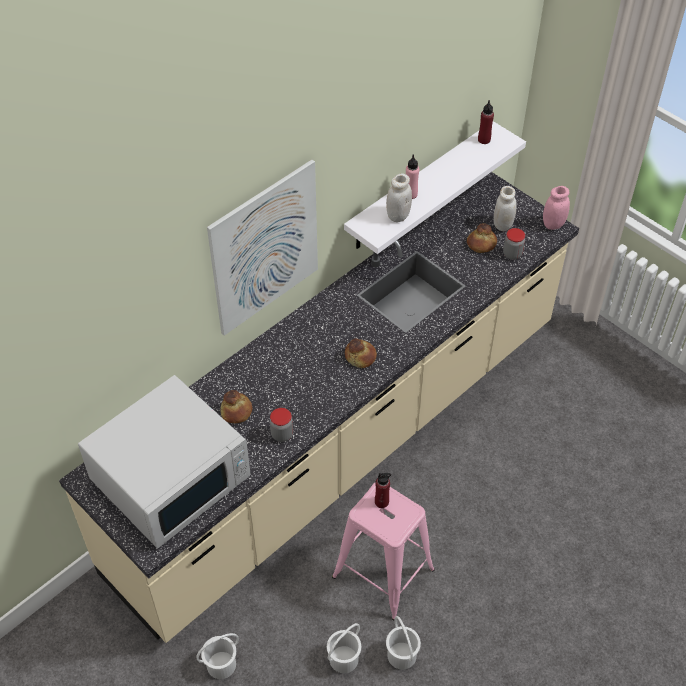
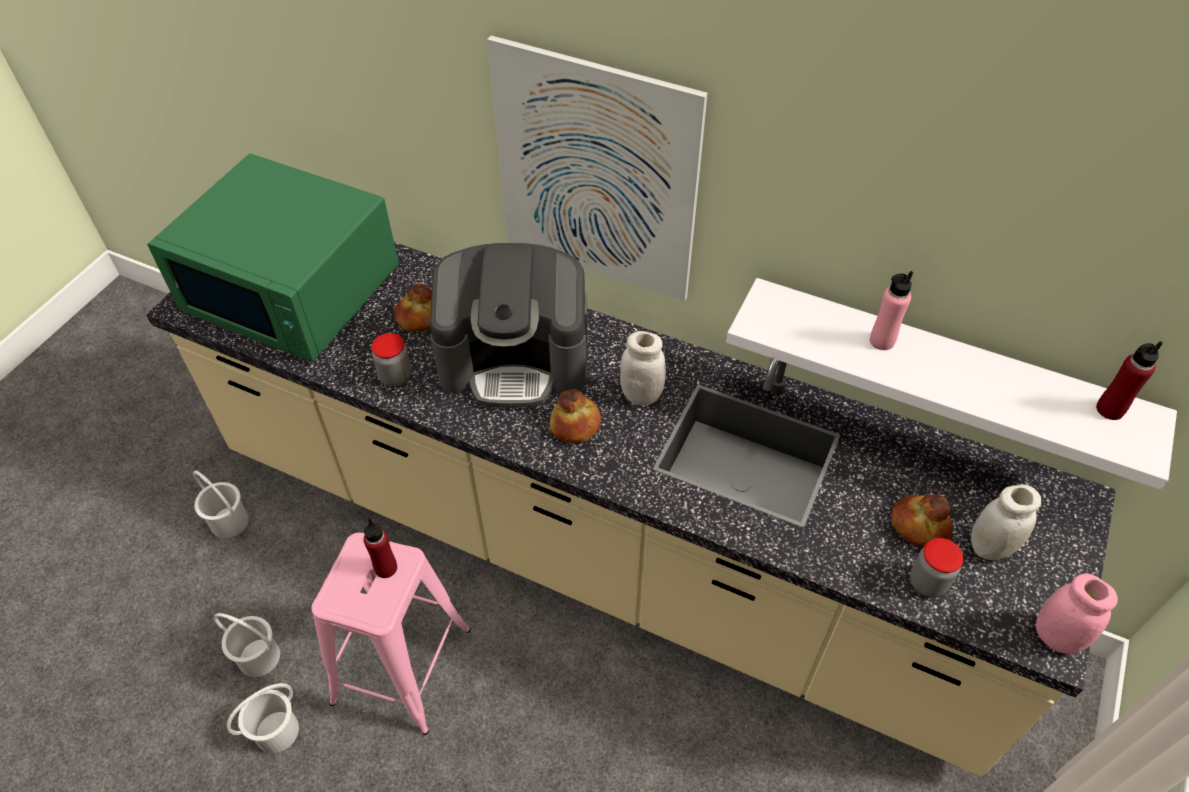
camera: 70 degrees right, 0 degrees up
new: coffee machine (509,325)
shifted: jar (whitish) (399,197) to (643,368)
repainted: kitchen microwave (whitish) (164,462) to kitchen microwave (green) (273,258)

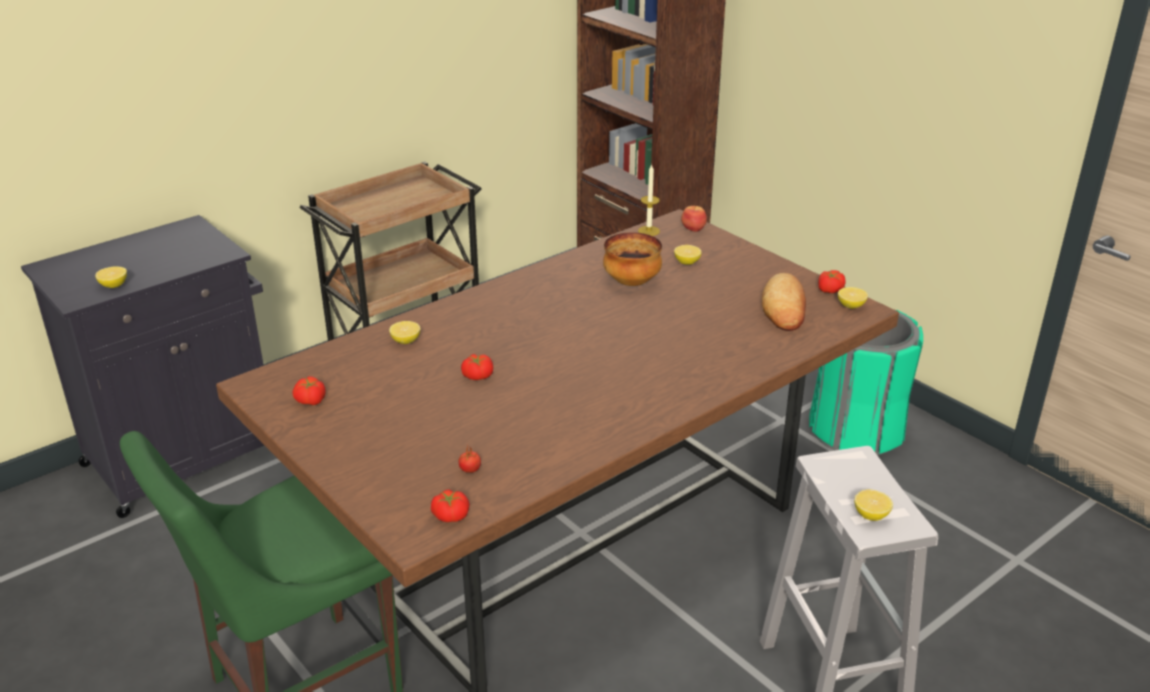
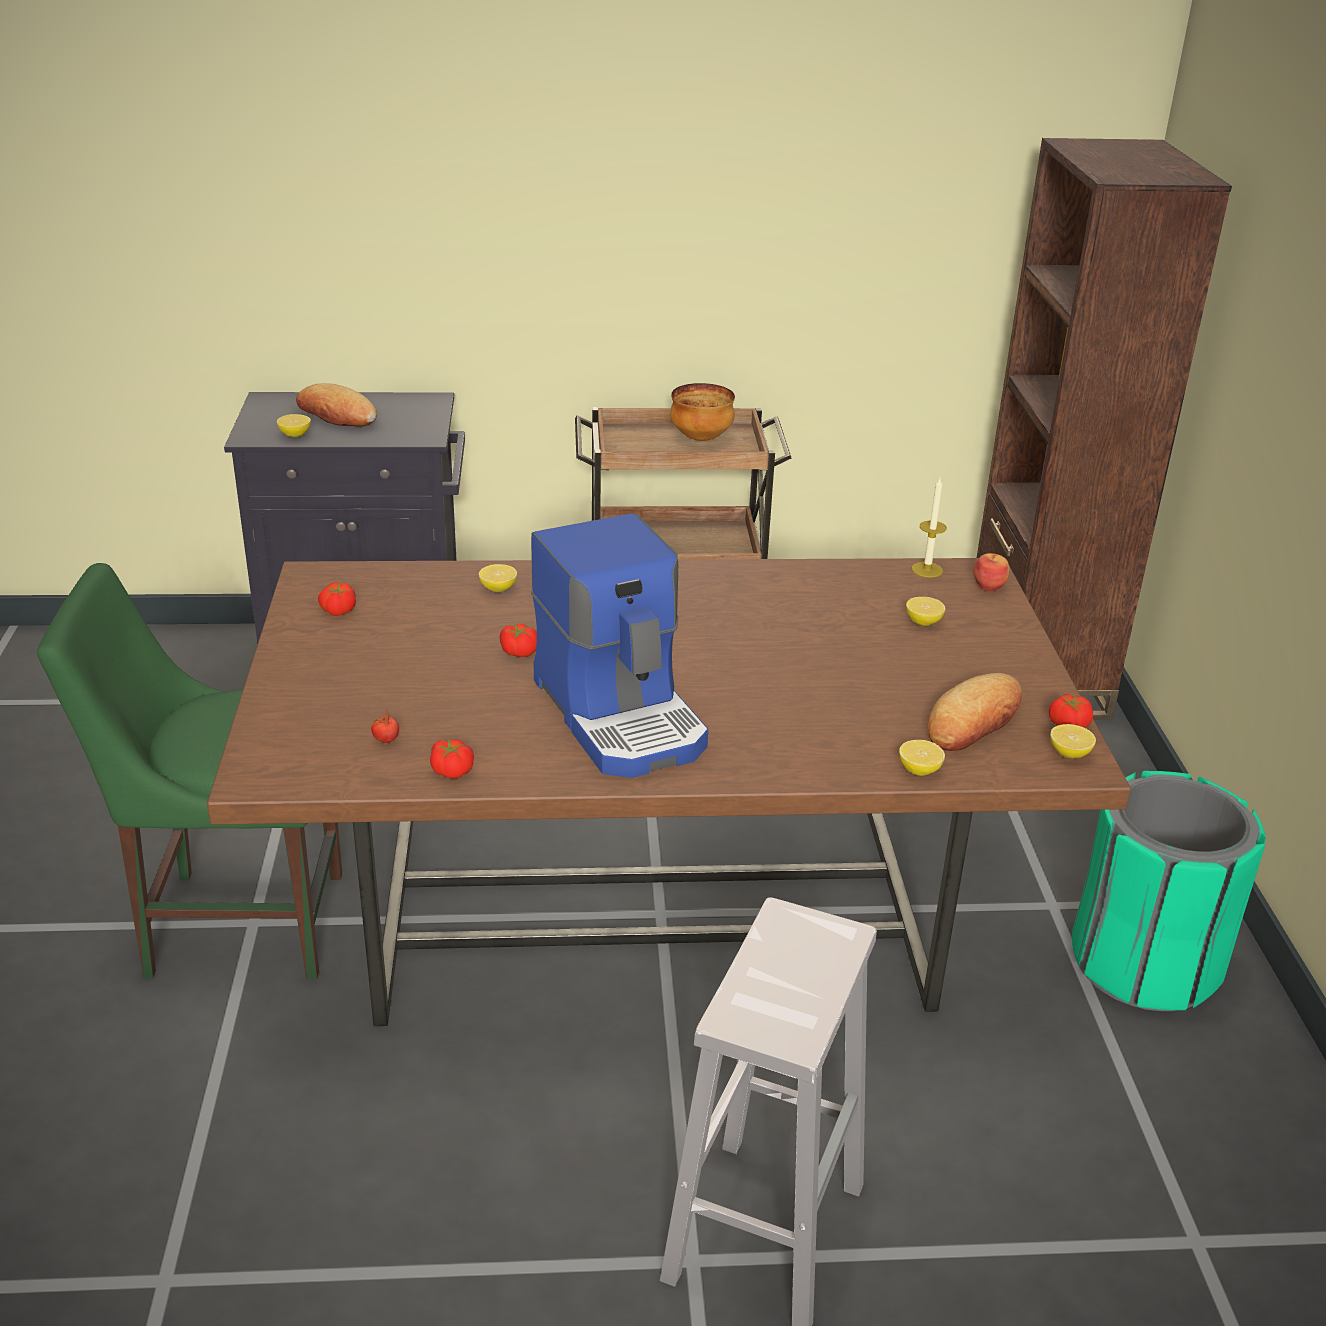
camera: 35 degrees right, 0 degrees up
new: baked bread (336,405); coffee machine (619,645)
shifted: fresh tomato (450,505) to (452,759); deep dish (632,259) to (702,412); citrus fruit (873,505) to (922,758)

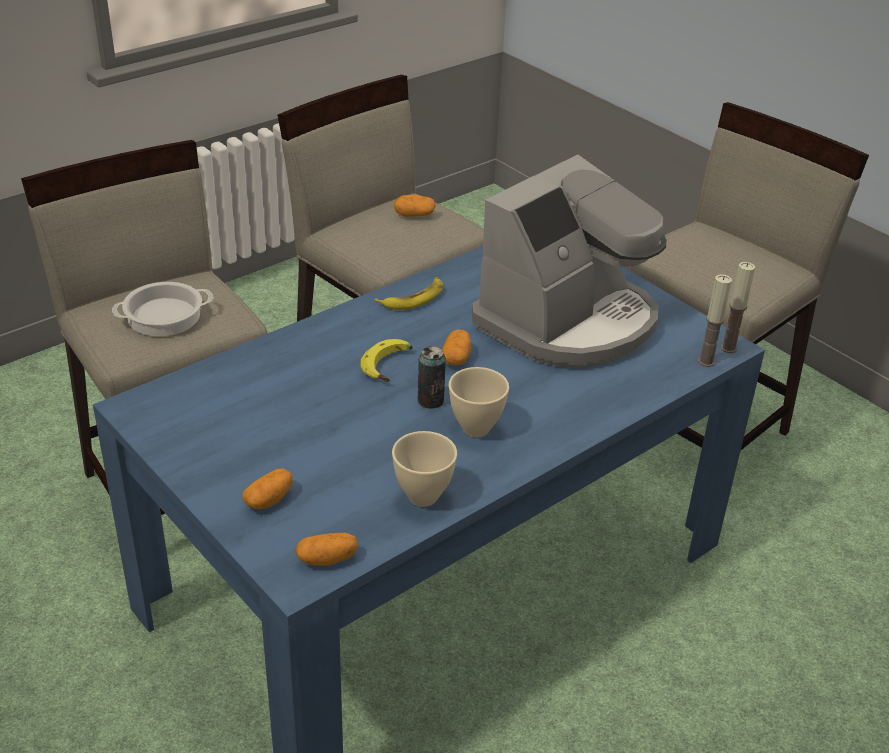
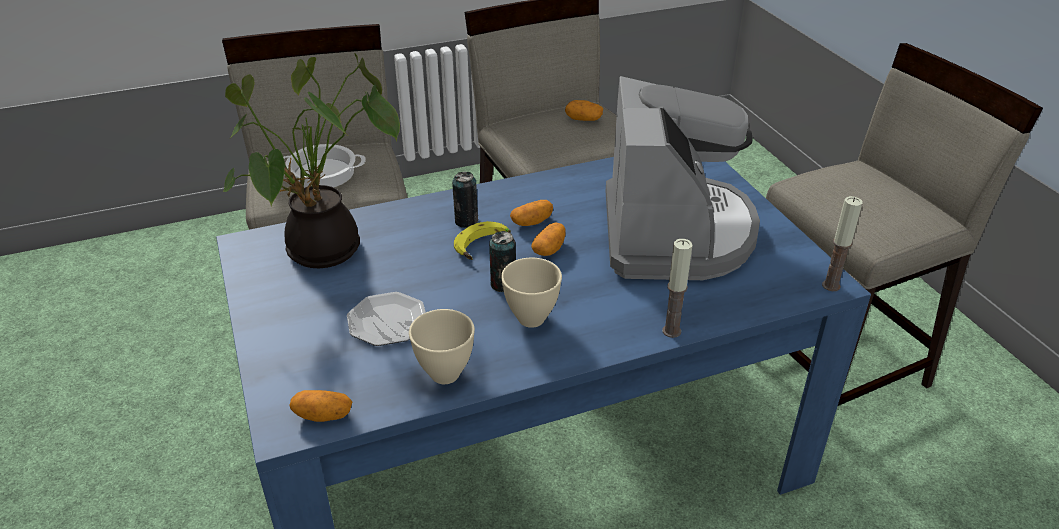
camera: 20 degrees right, 0 degrees up
gone: whole banana (409,293)
new: plant in a pot (311,160); plate (386,319); metal can (465,199)
shifted: whole potato (267,488) to (531,213); candle (715,320) to (677,288)
rotated: coffee machine (569,261) = (683,178) 60 degrees counterclockwise

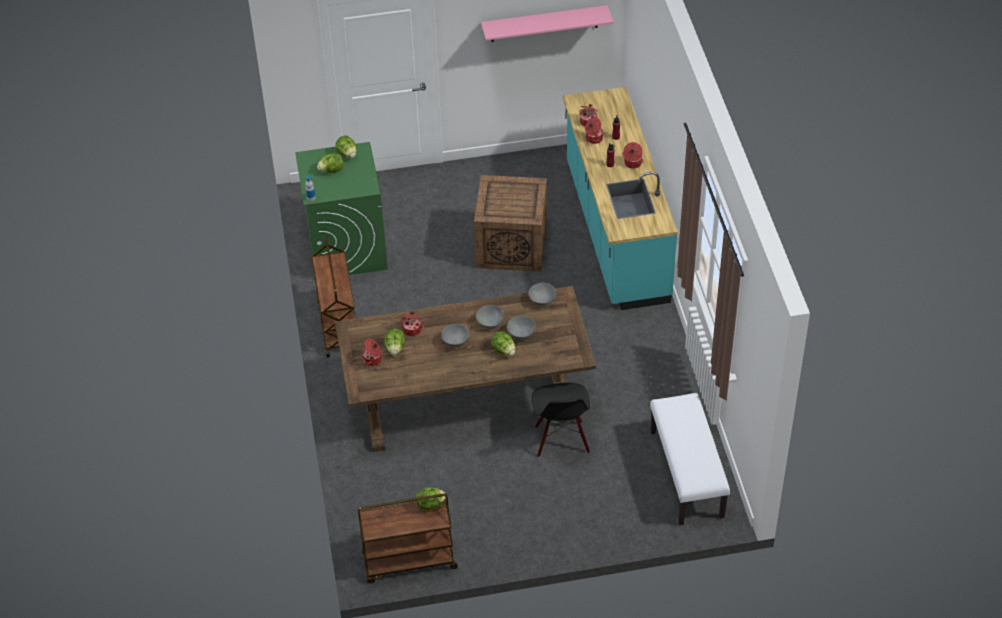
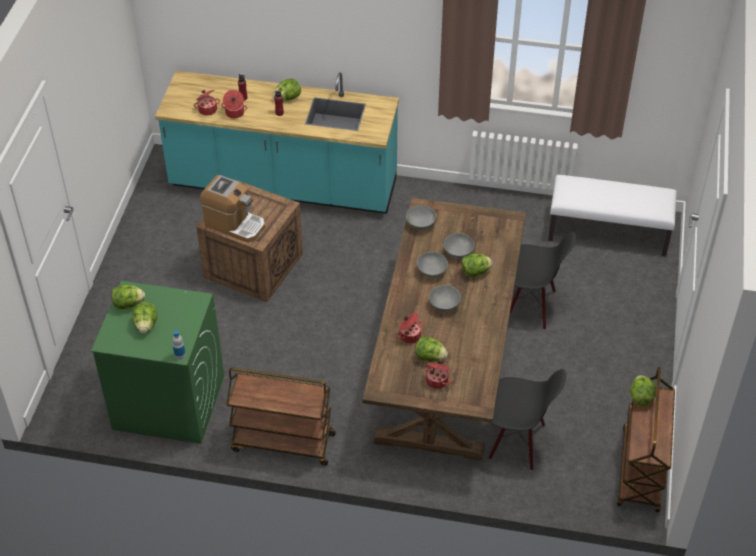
camera: 70 degrees left, 0 degrees up
gone: shelf (pink-coloured) (547,23)
new: coffee machine (232,209); plain chair (black) (527,420)
swapped: cooking pot (633,155) to lettuce (287,90)

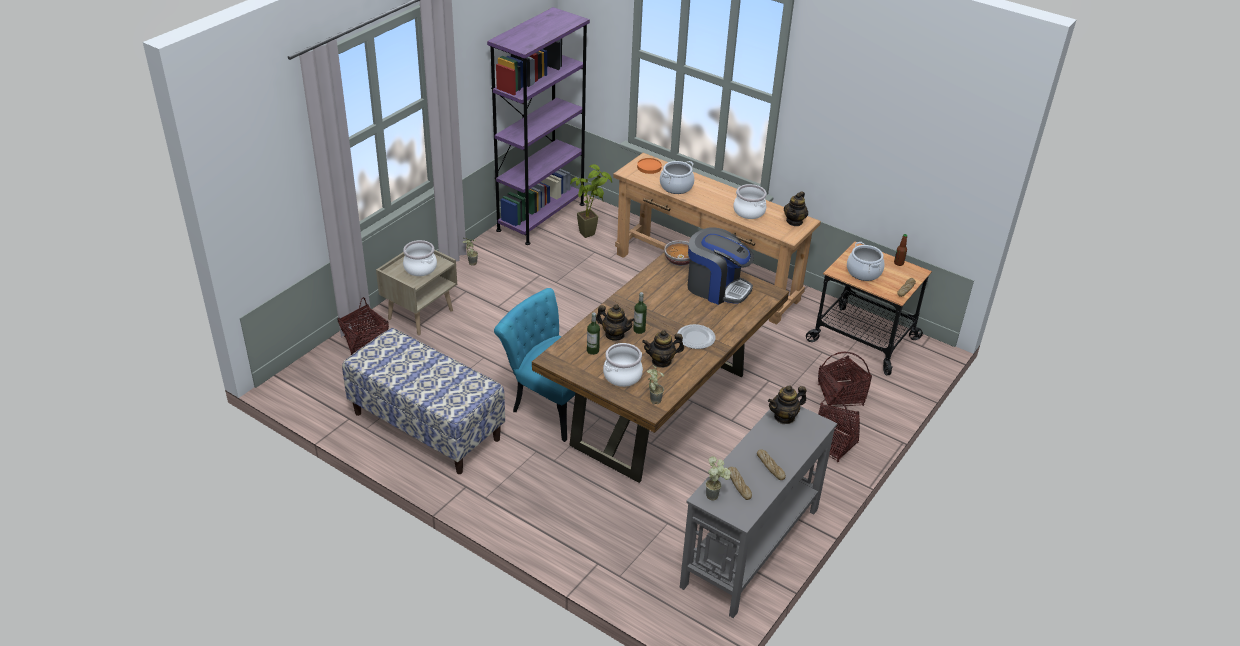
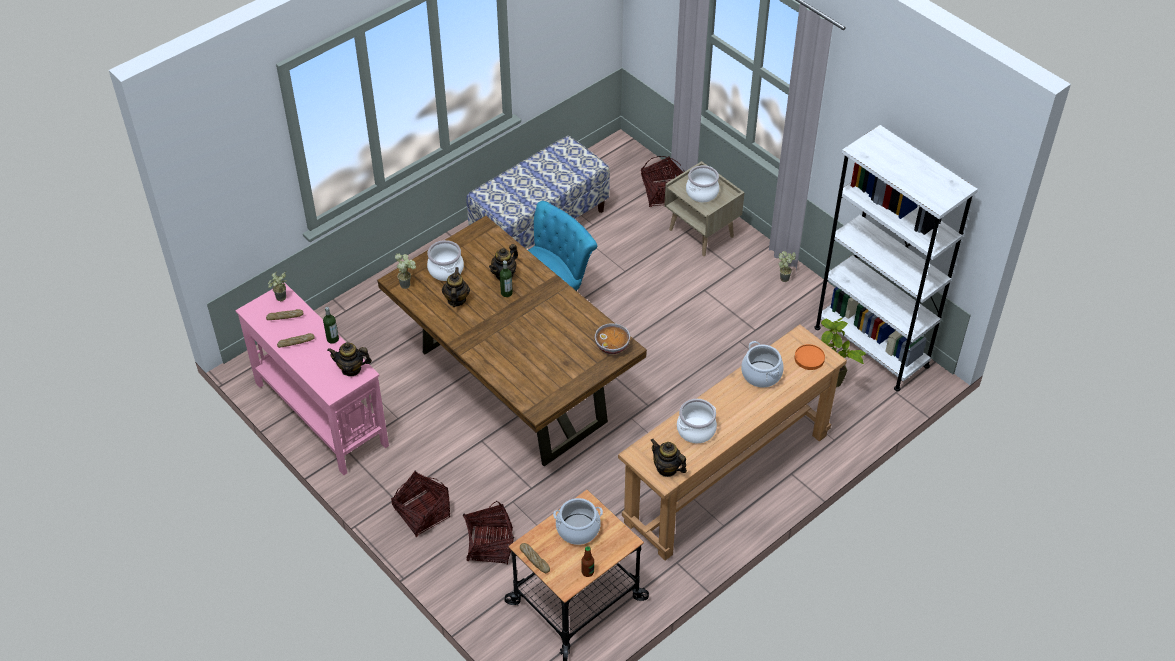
camera: 105 degrees right, 10 degrees up
gone: plate (696,336); coffee machine (721,266)
shifted: bottle (593,334) to (331,325)
repainted: bookcase (purplish) (538,126) to bookcase (whitish) (896,258); console table (gray) (758,512) to console table (pink-coloured) (312,378)
rotated: pot for tea (787,404) = (349,359) 75 degrees counterclockwise

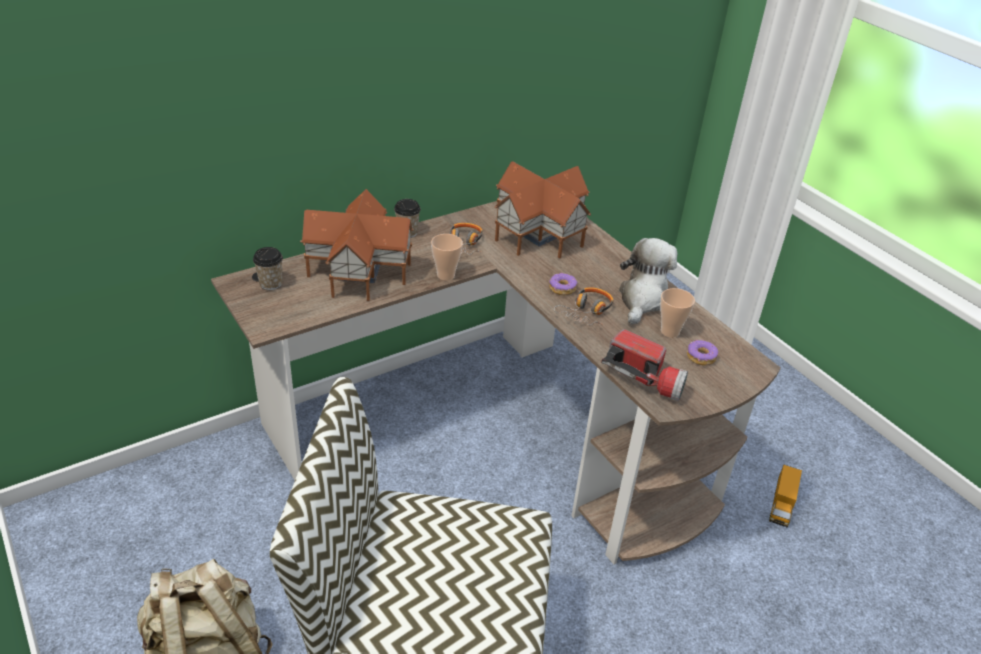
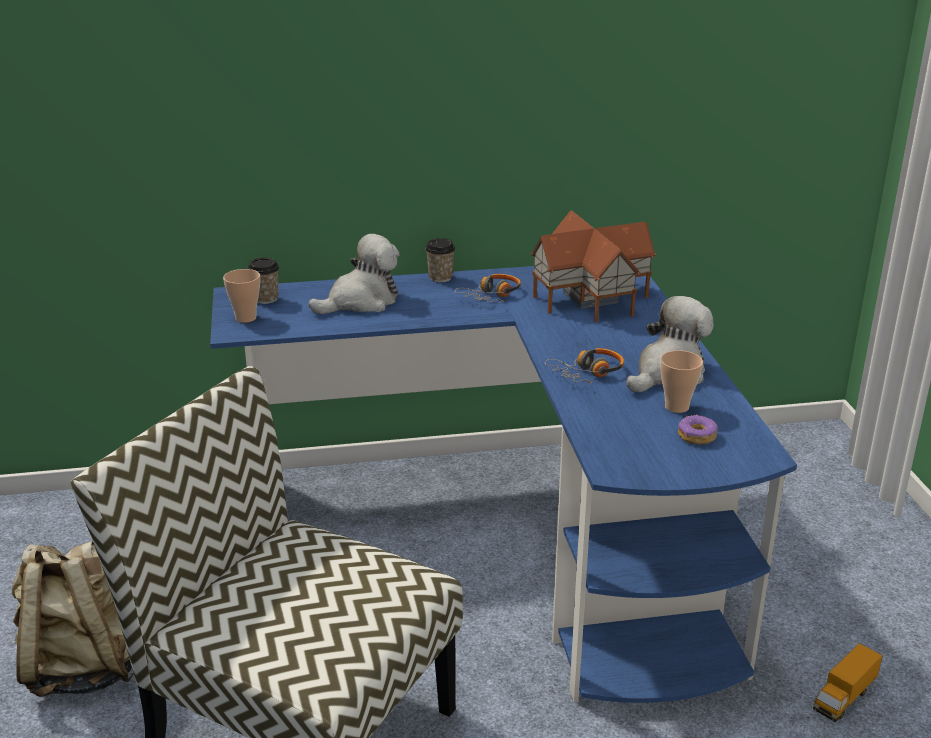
camera: 25 degrees right, 10 degrees down
gone: ring doughnut (563,284); flashlight (644,365)
shifted: cup (447,257) to (241,296)
swapped: miniature house (357,245) to cuddly toy (354,274)
repainted: desk unit (brownish) (496,382) to desk unit (bluish) (503,484)

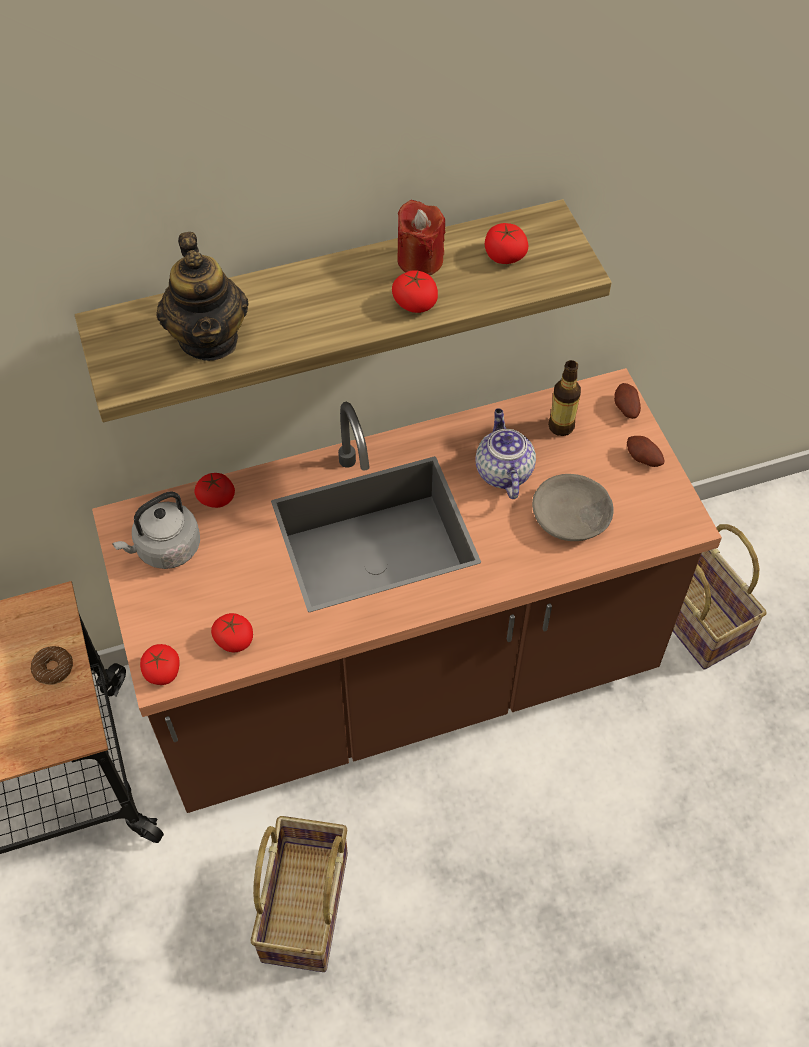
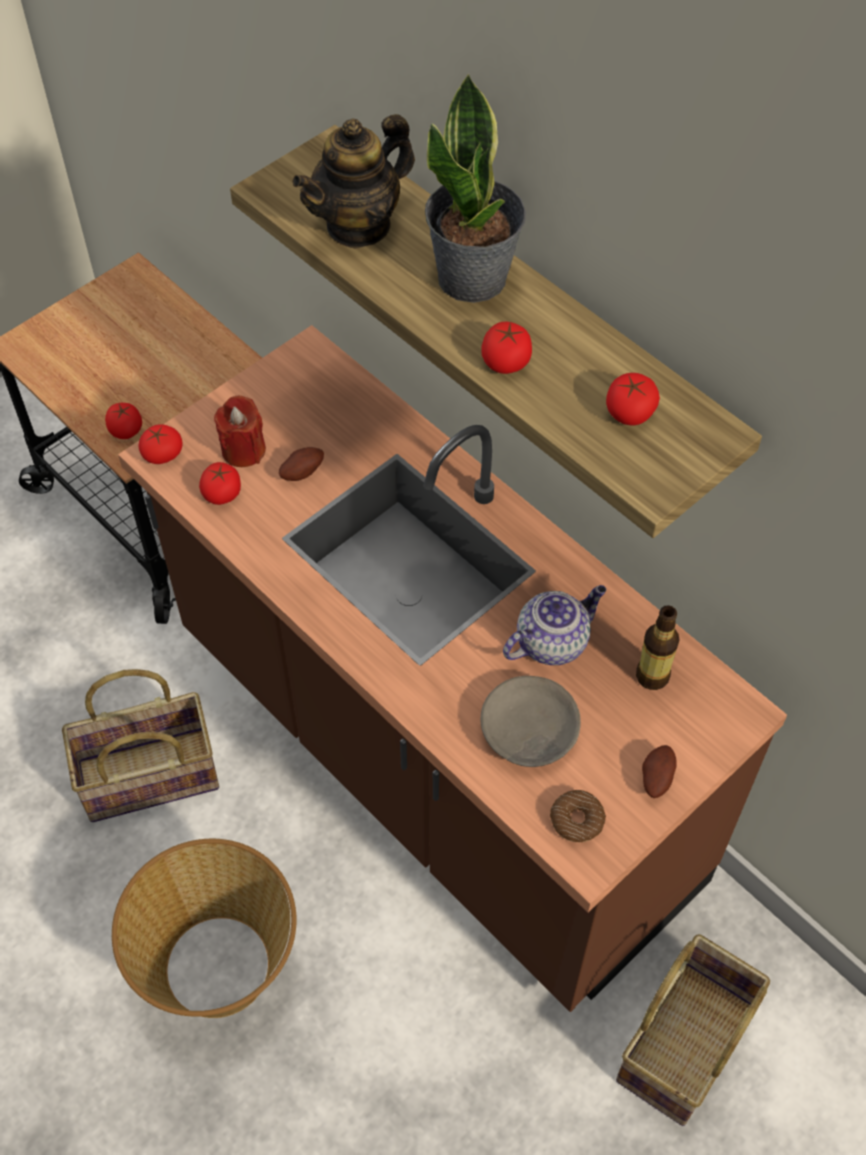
camera: 65 degrees right, 0 degrees up
gone: water kettle (gray) (156,530)
new: basket (204,928); plant in a pot (475,188)
shifted: ring doughnut (52,665) to (578,816); fresh tomato (215,490) to (123,421); candle (red) (421,237) to (240,431); whole potato (627,401) to (301,464)

